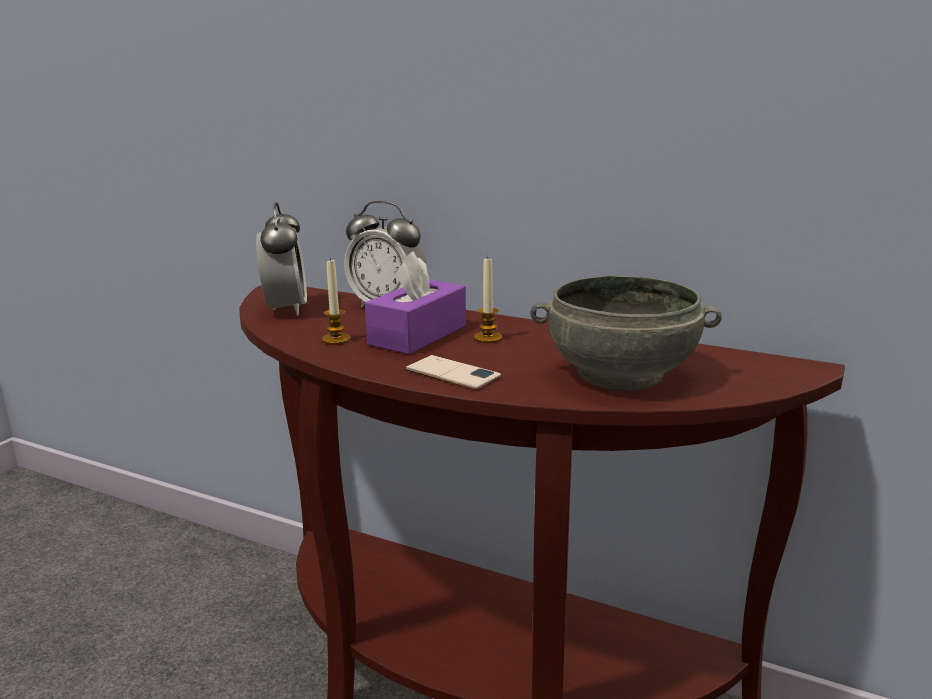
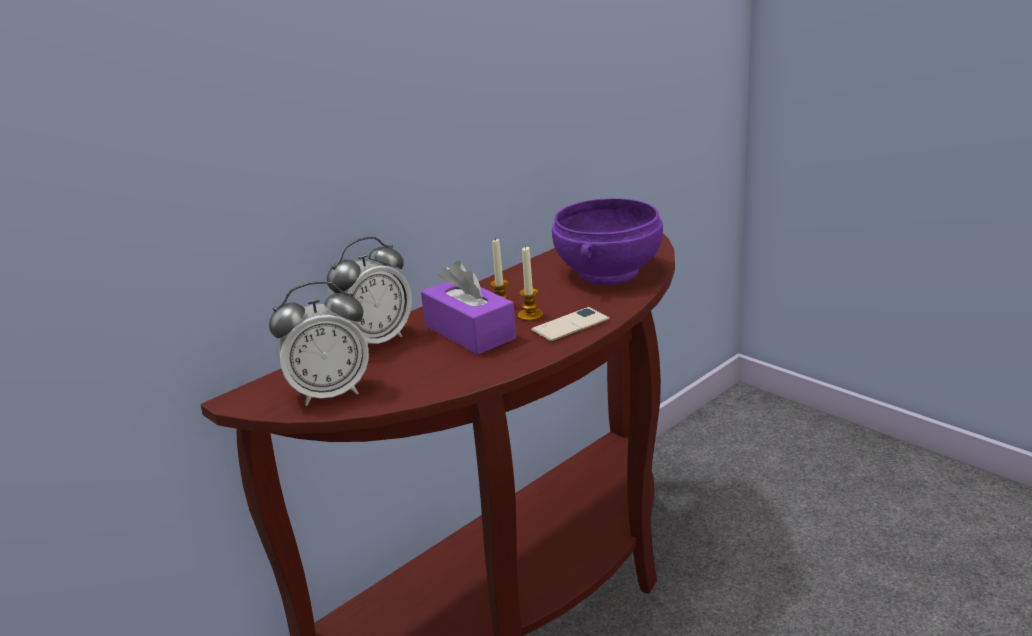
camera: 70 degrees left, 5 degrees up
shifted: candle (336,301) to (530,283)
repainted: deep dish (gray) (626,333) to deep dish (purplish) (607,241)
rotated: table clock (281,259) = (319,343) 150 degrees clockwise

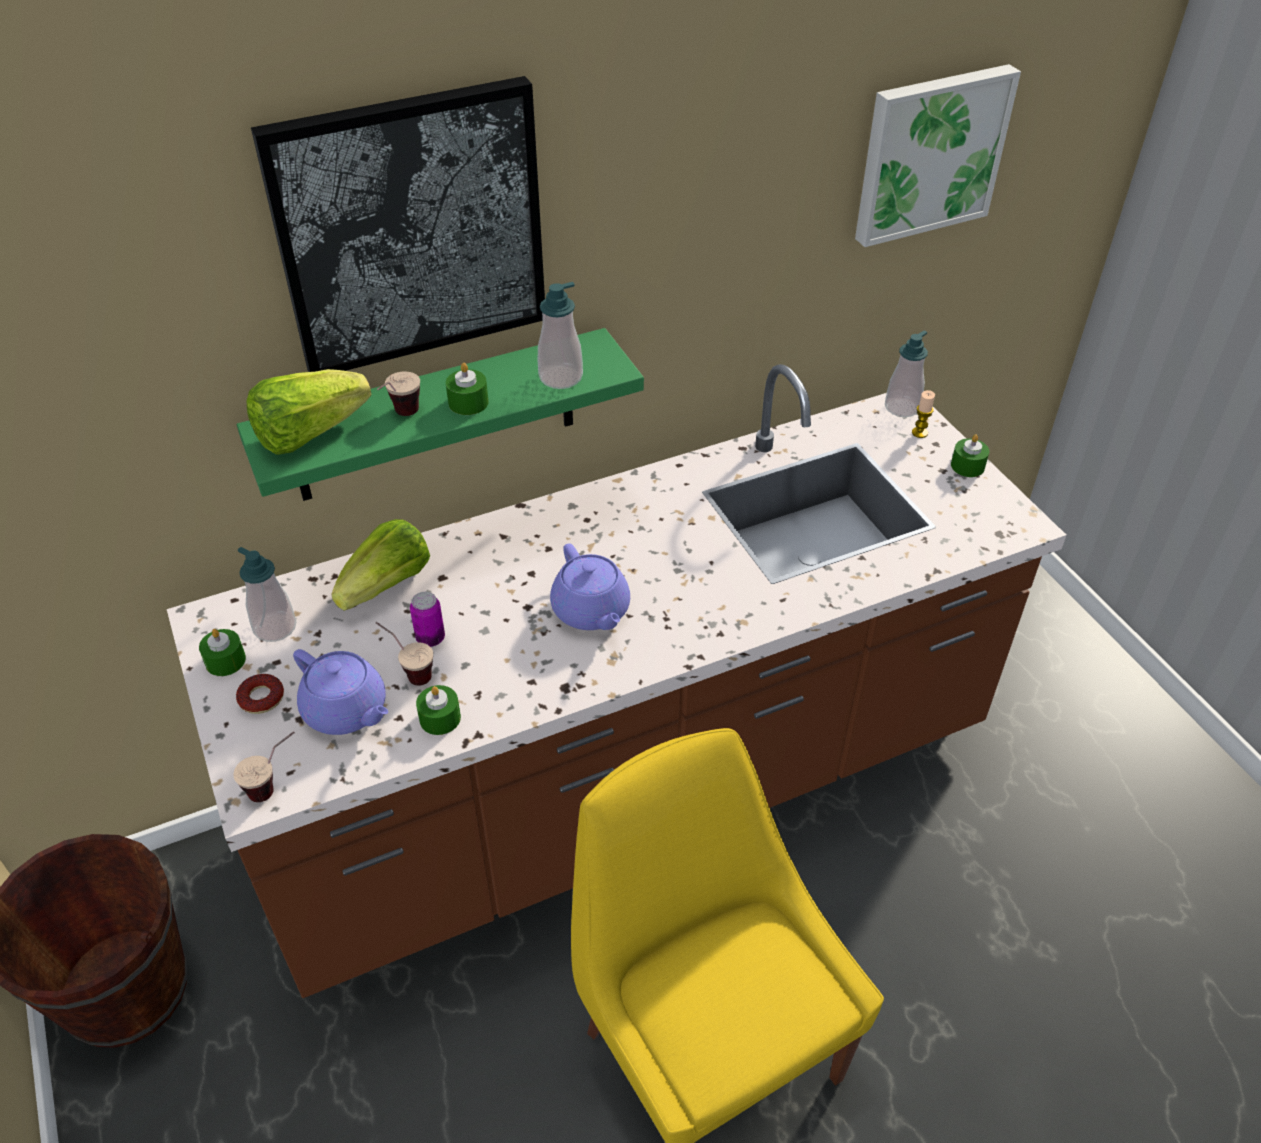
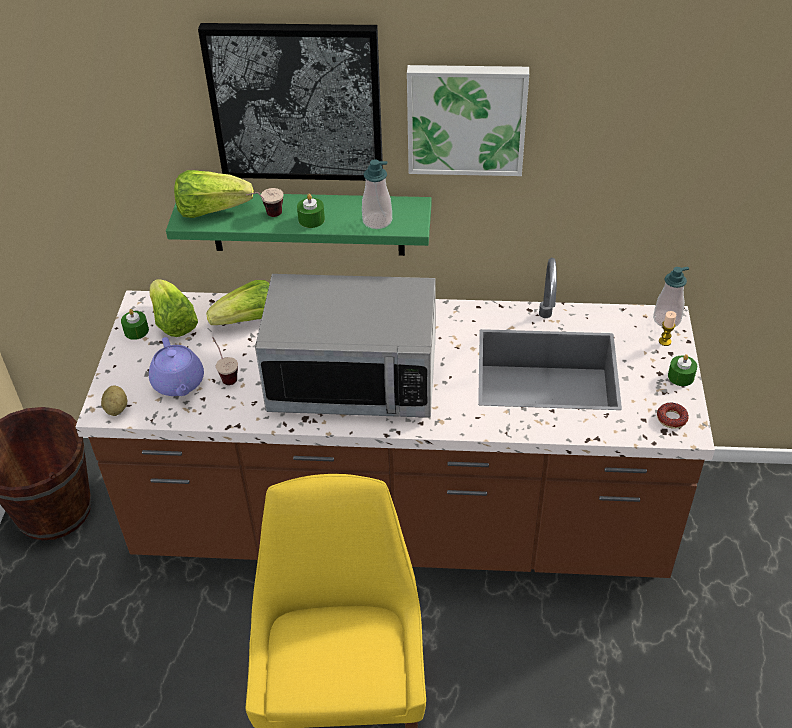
camera: 30 degrees right, 0 degrees up
gone: metal can (427,619); candle (green) (438,710)
shifted: ring doughnut (260,694) to (673,416); wall picture (938,155) to (468,120)
swapped: cup (264,766) to whole potato (114,400); liquid soap bottle (267,594) to lettuce (174,308); pot for tea (purplish) (590,586) to kitchen microwave (345,346)

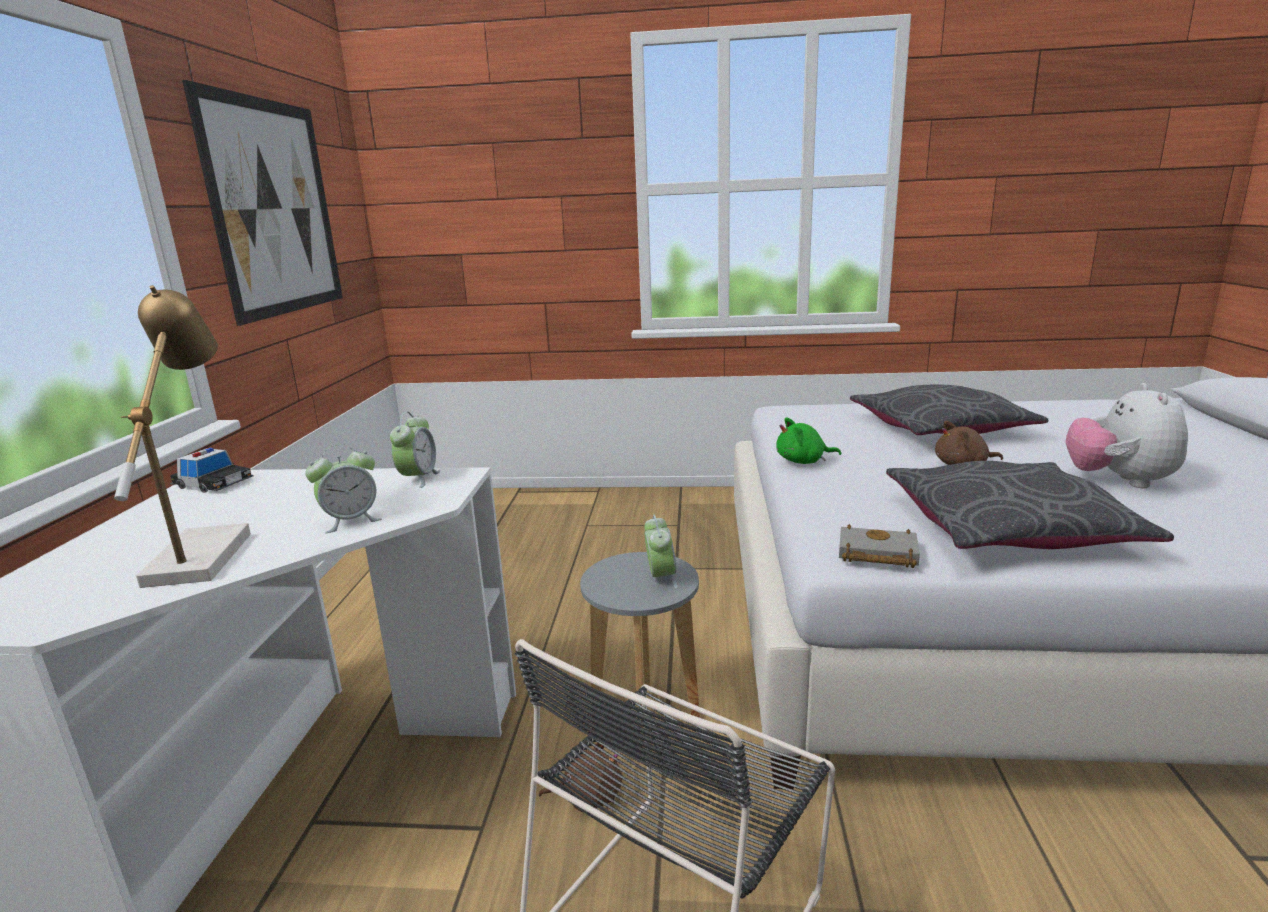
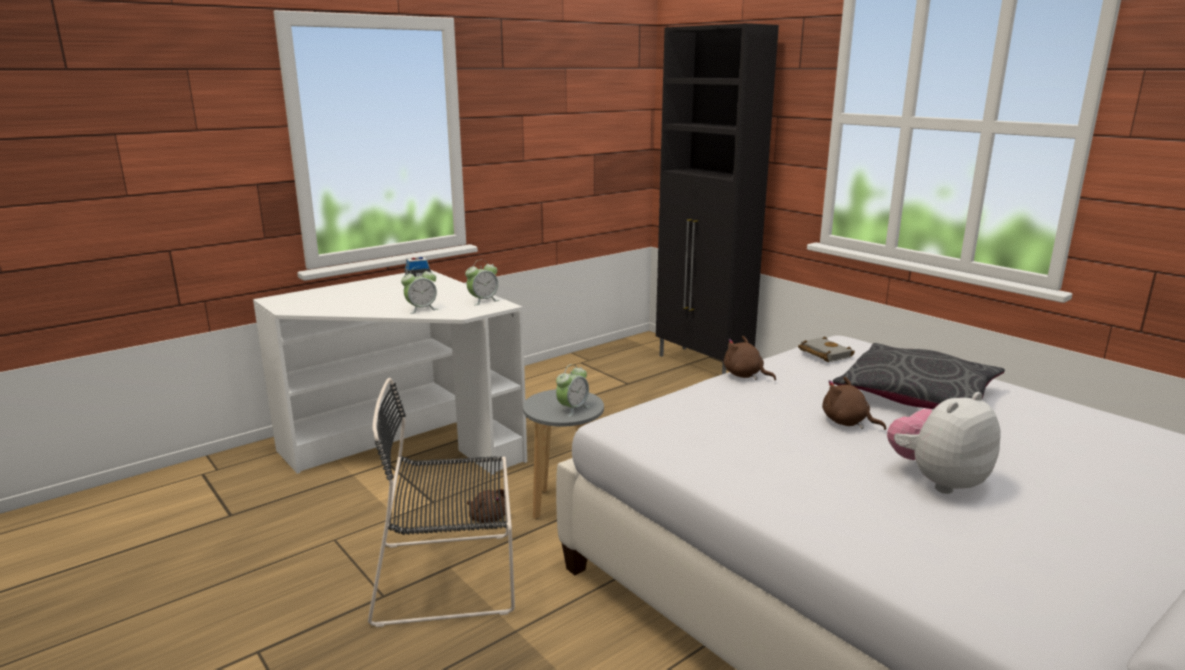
camera: 45 degrees right, 0 degrees up
gone: table lamp (182,436); wall picture (262,203); throw pillow (gray) (1030,505)
new: storage cabinet (black) (717,198)
shifted: book (gray) (879,546) to (826,349)
repainted: cuddly toy (green) (808,441) to cuddly toy (brownish) (750,358)
rotated: table clock (343,488) = (419,290) 45 degrees counterclockwise

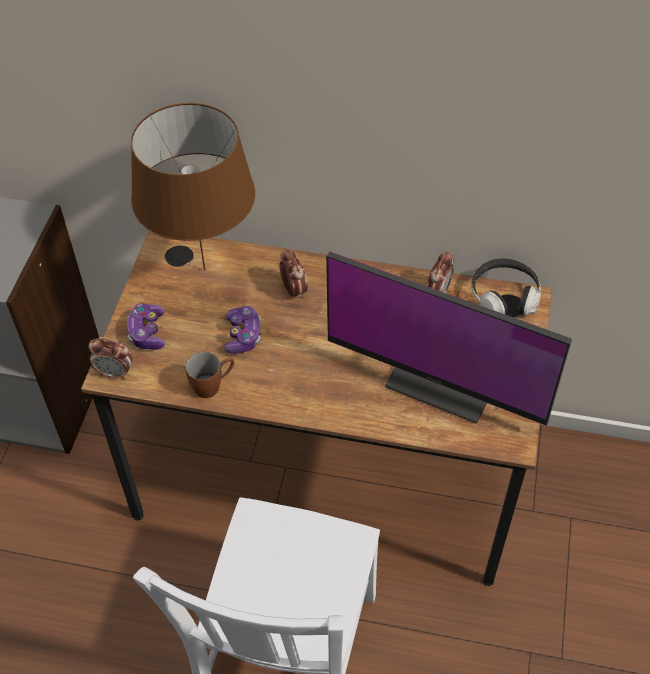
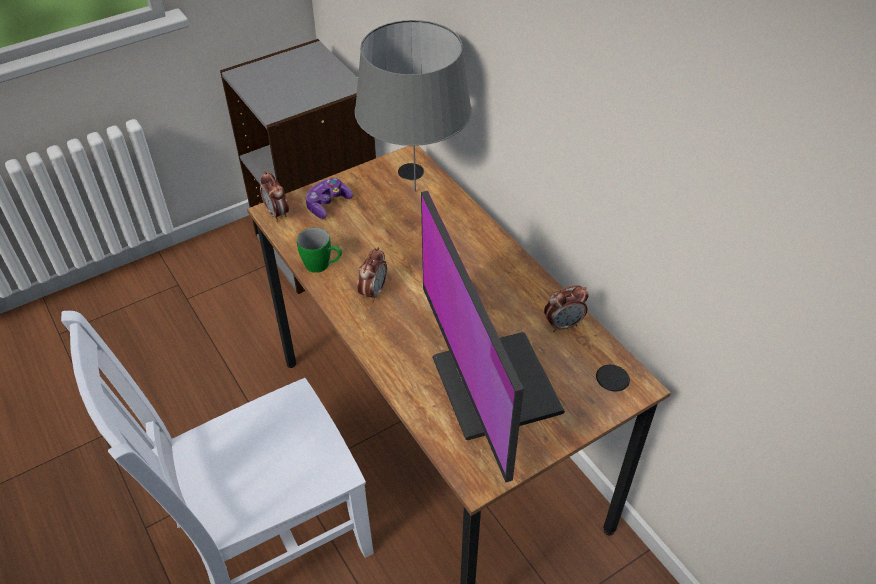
camera: 45 degrees right, 5 degrees down
gone: gamepad (242,330); headphones (506,287)
shifted: table clock (293,273) to (372,274)
repainted: table lamp (brownish) (193,187) to table lamp (gray) (413,106); tea mug (brownish) (209,375) to tea mug (green) (319,250)

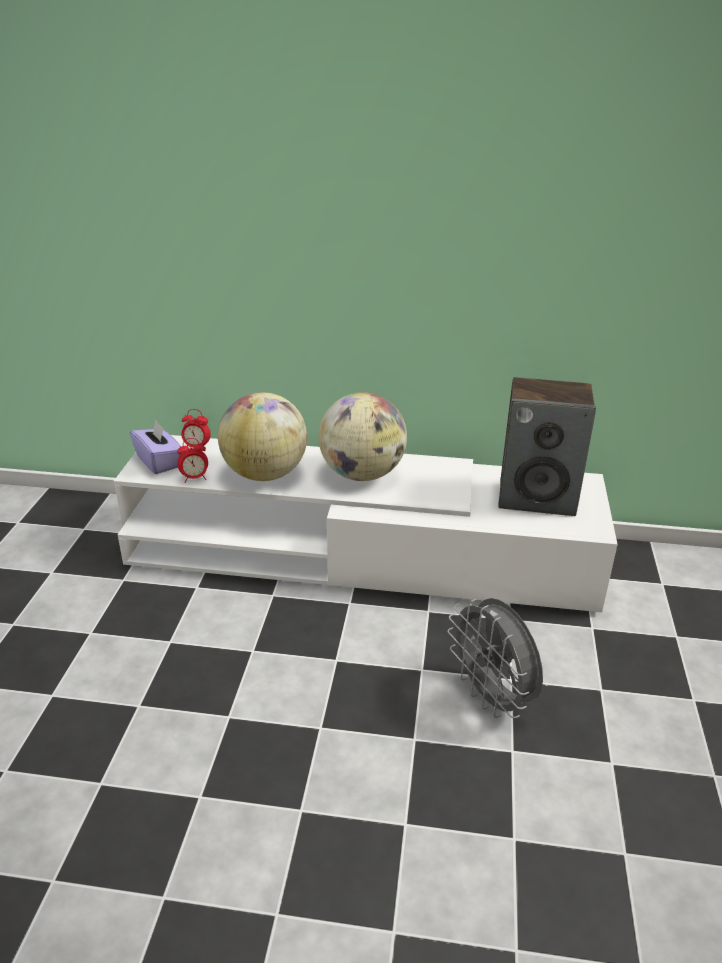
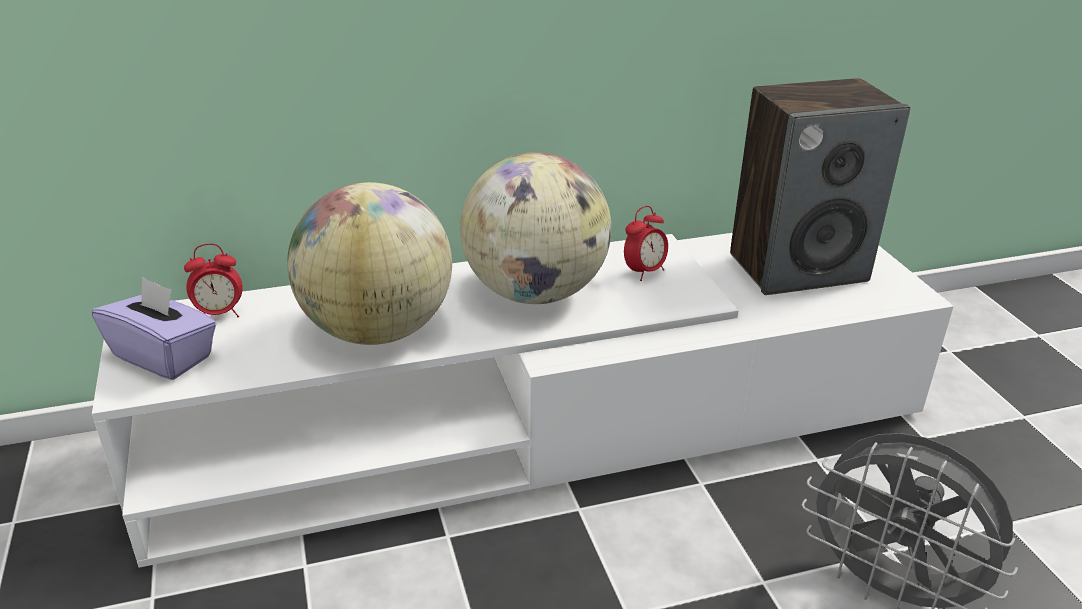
camera: 25 degrees left, 0 degrees up
shifted: table clock (192,460) to (646,243)

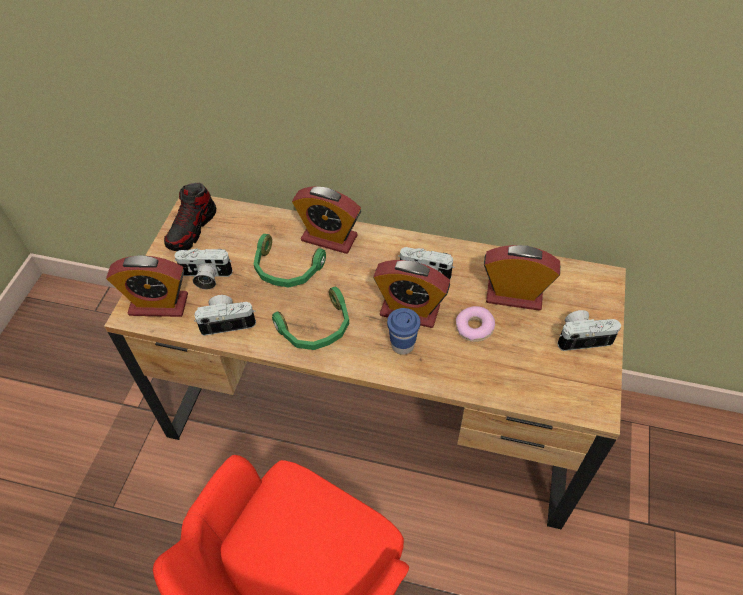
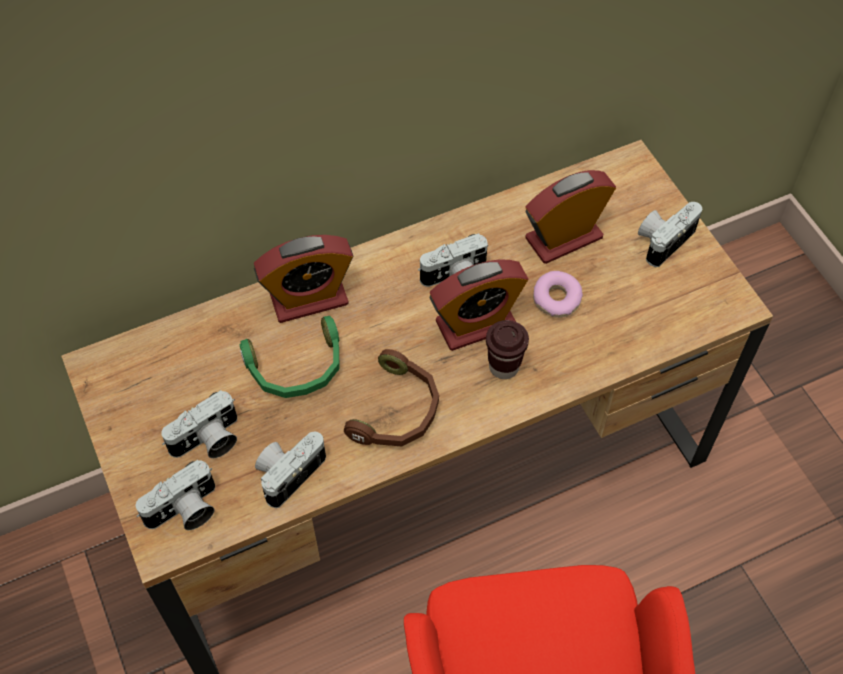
camera: 40 degrees left, 5 degrees up
gone: low shoe (190,216)
swapped: table clock (147,286) to photo camera (175,495)
repainted: headphones (green) (310,318) to headphones (brownish) (391,397); cup (bluish) (403,331) to cup (brownish) (507,349)

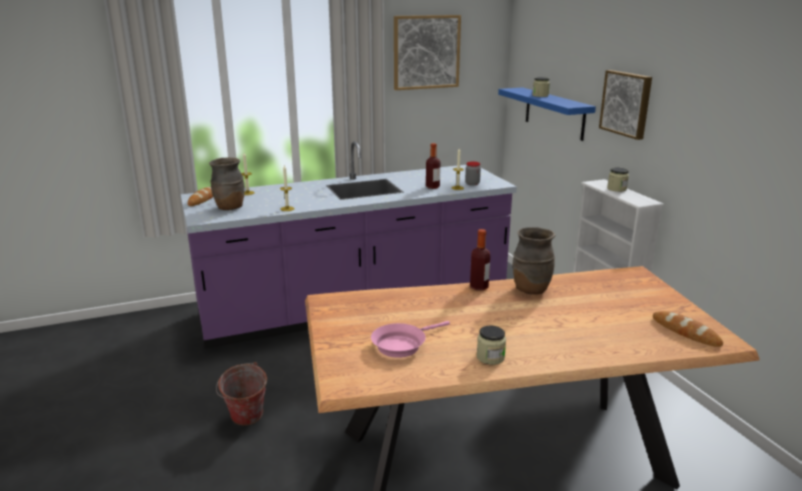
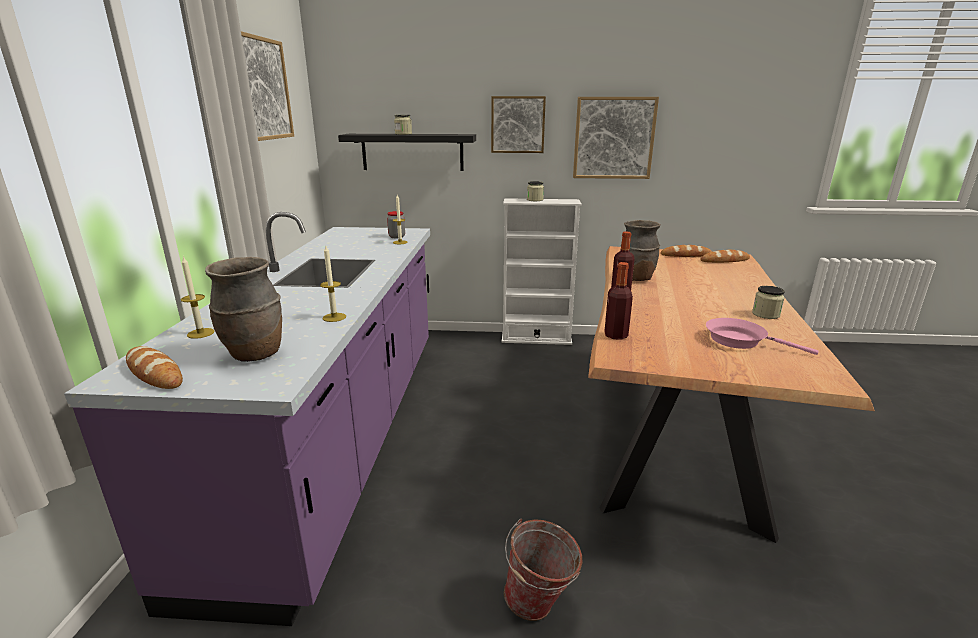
camera: 65 degrees left, 0 degrees up
new: wall picture (616,138); baked bread (686,251)
shifted: bottle (433,166) to (618,301)
repainted: shelf (bluish) (547,114) to shelf (black) (407,152)
rotated: pan (pink-coloured) (410,339) = (762,336) 135 degrees clockwise

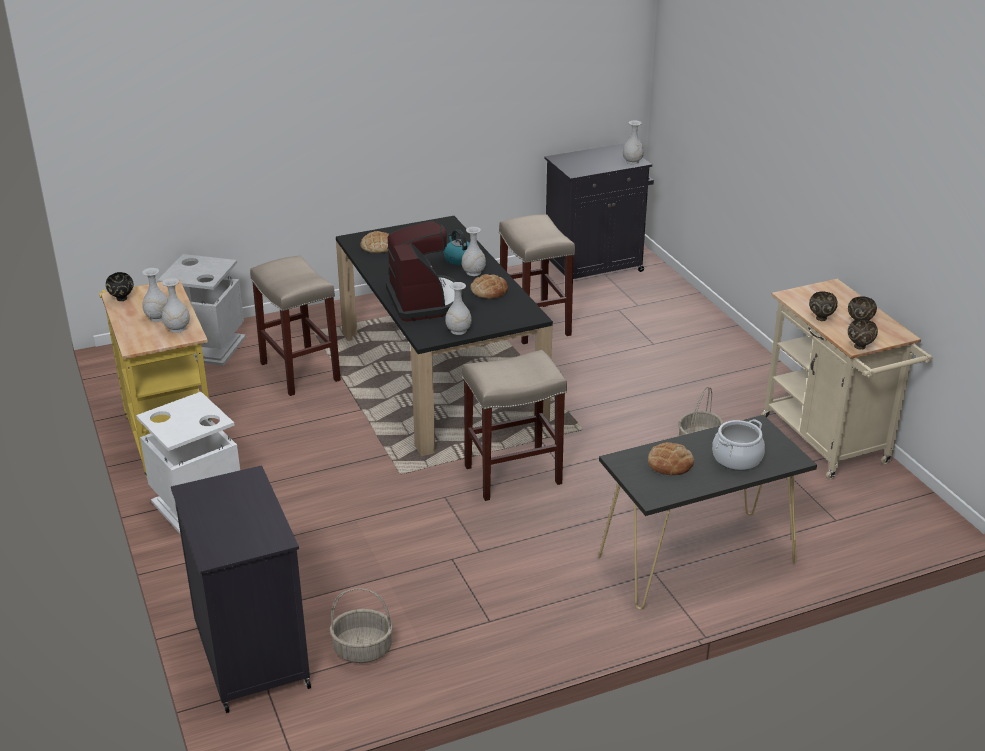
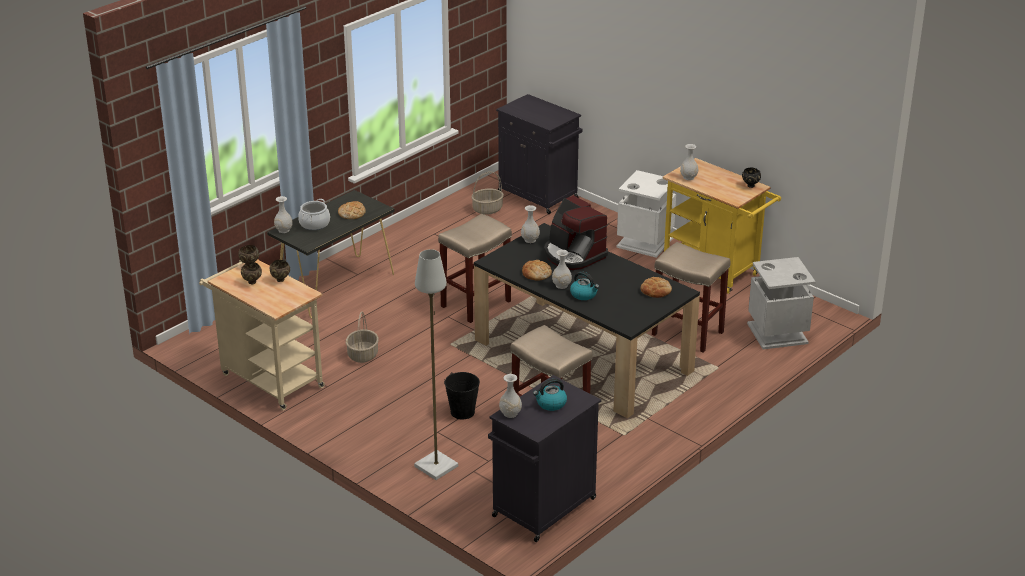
camera: 155 degrees right, 0 degrees up
new: standing lamp (gray) (436,364); water bucket (black) (462,396); water kettle (550,395)
shifted: decorative vase (whitish) (155,295) to (283,214)

